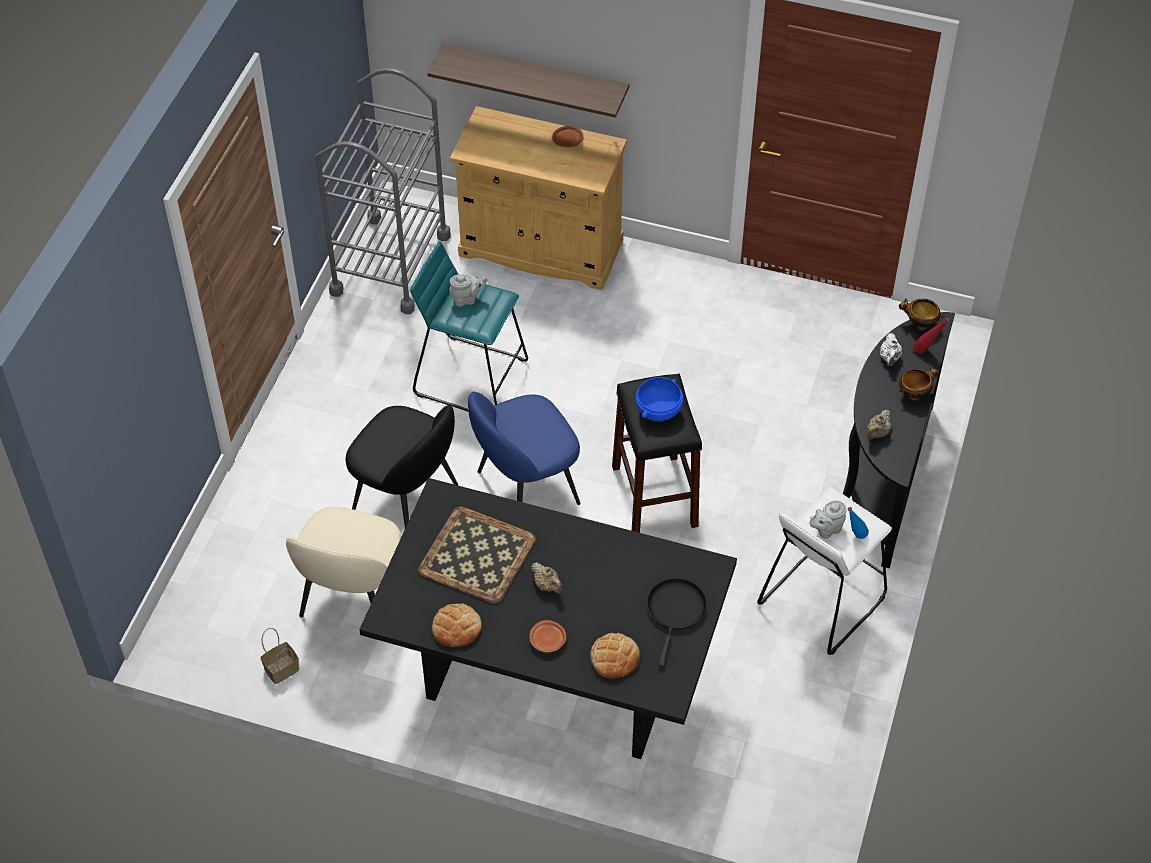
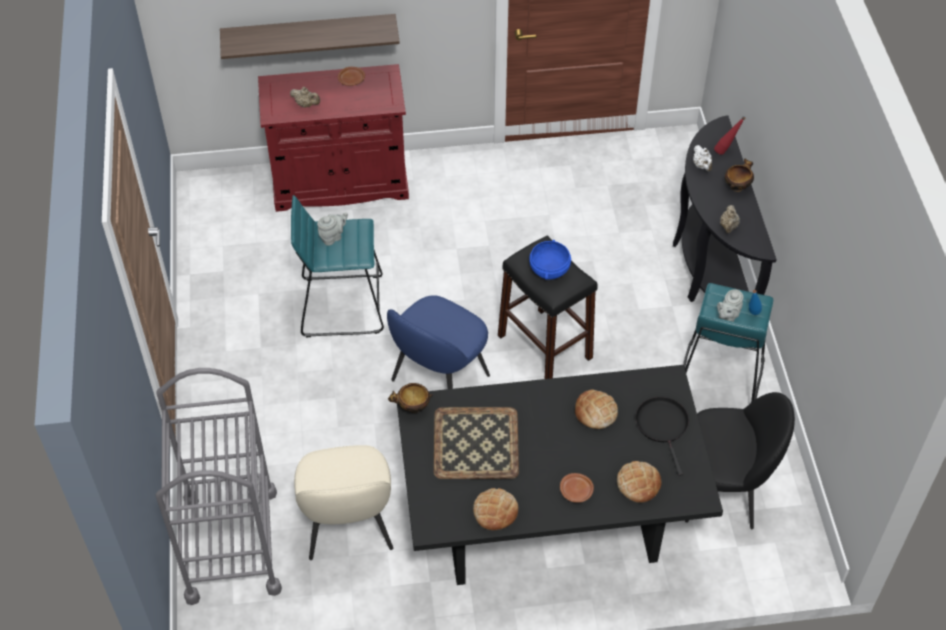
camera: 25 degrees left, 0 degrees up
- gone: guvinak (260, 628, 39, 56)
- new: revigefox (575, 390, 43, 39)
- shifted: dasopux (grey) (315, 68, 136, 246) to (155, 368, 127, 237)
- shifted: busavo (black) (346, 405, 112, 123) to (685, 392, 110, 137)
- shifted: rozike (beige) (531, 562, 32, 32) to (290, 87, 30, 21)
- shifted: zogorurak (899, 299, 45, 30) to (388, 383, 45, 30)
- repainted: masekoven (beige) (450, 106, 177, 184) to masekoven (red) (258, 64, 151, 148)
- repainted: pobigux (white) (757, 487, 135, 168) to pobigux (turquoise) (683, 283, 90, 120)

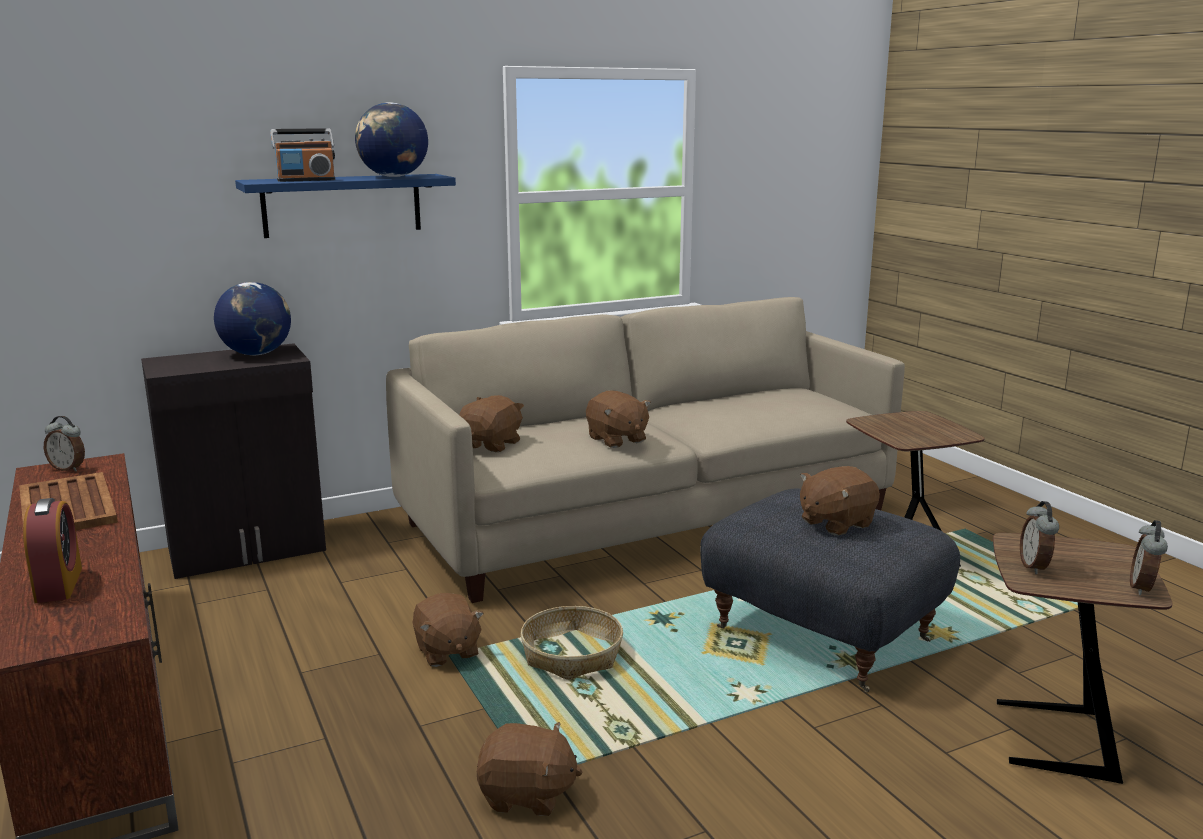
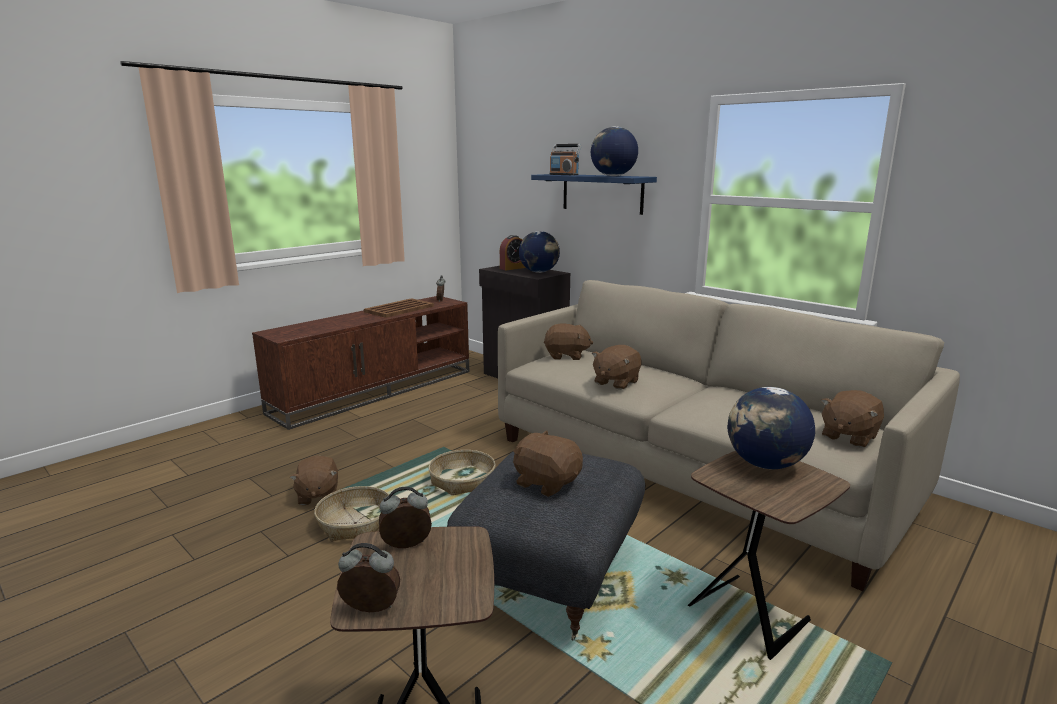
camera: 70 degrees right, 0 degrees up
- new: guvinak (314, 486, 75, 55)
- new: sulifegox (728, 387, 87, 82)
- shifted: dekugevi (23, 498, 59, 105) to (500, 235, 26, 35)
- shifted: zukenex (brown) (412, 593, 72, 74) to (821, 390, 63, 58)

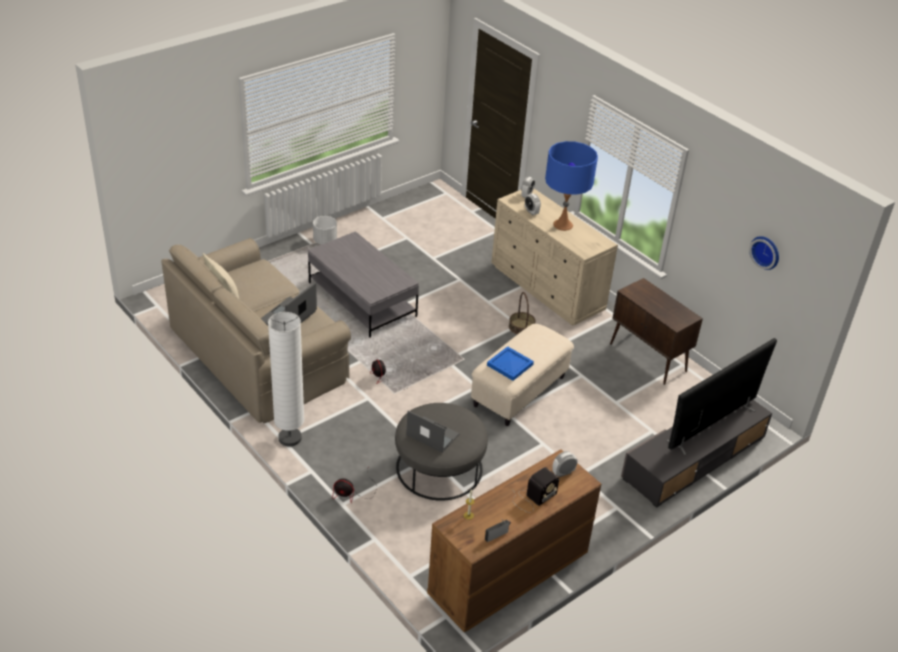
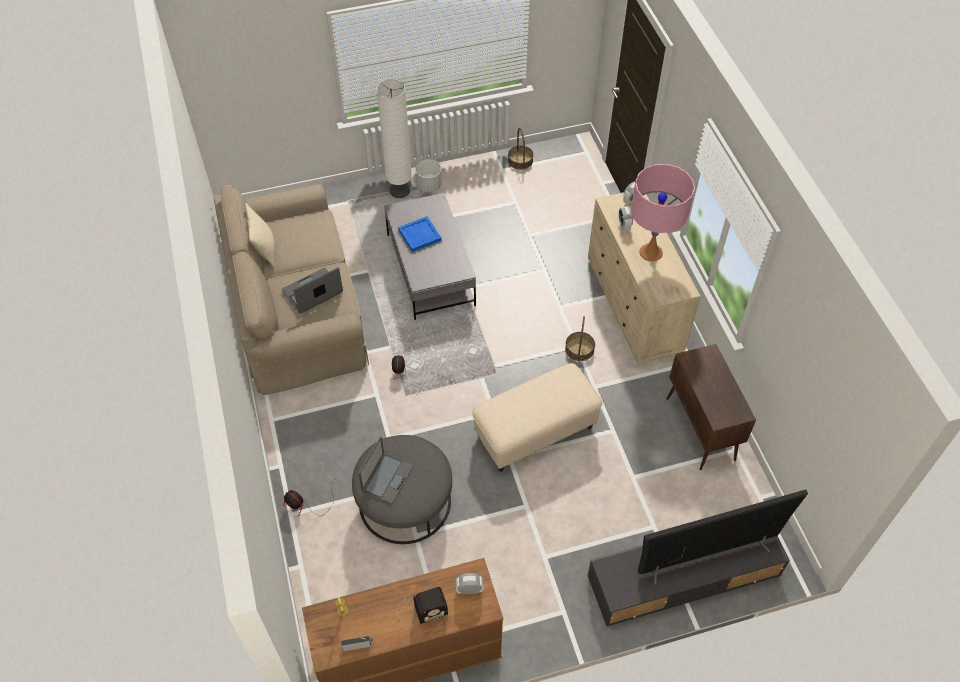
camera: 25 degrees right, 15 degrees up
- gone: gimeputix (749, 236, 30, 34)
- new: guvinak (508, 128, 25, 42)
- shifted: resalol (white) (268, 312, 36, 134) to (376, 79, 36, 119)
- shifted: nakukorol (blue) (487, 346, 47, 35) to (398, 216, 43, 36)
- repainted: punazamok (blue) (545, 141, 53, 90) to punazamok (pink) (631, 164, 64, 97)
- rotated: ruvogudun (406, 411, 54, 42) = (358, 436, 55, 68) 60 degrees clockwise

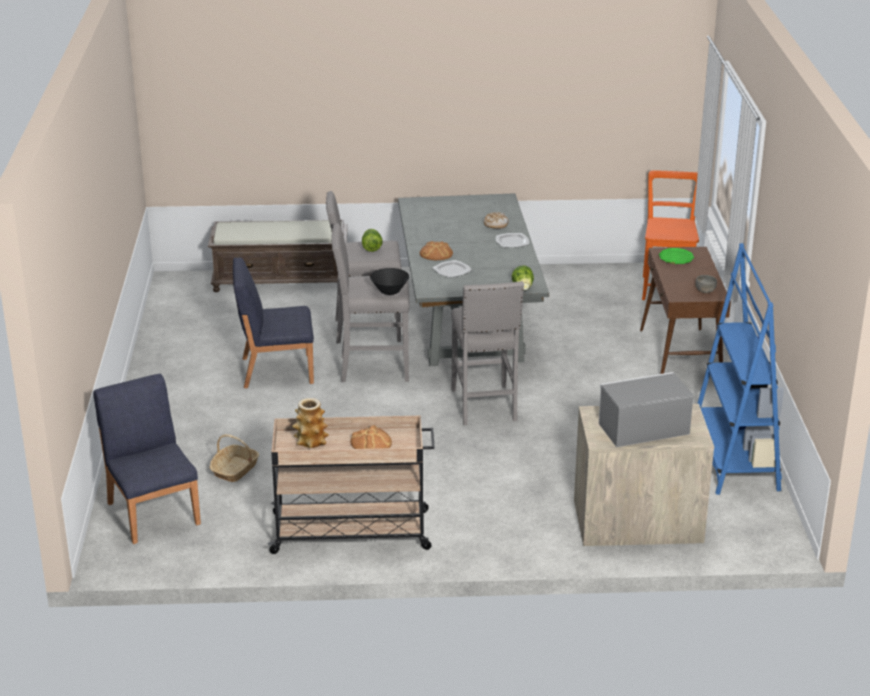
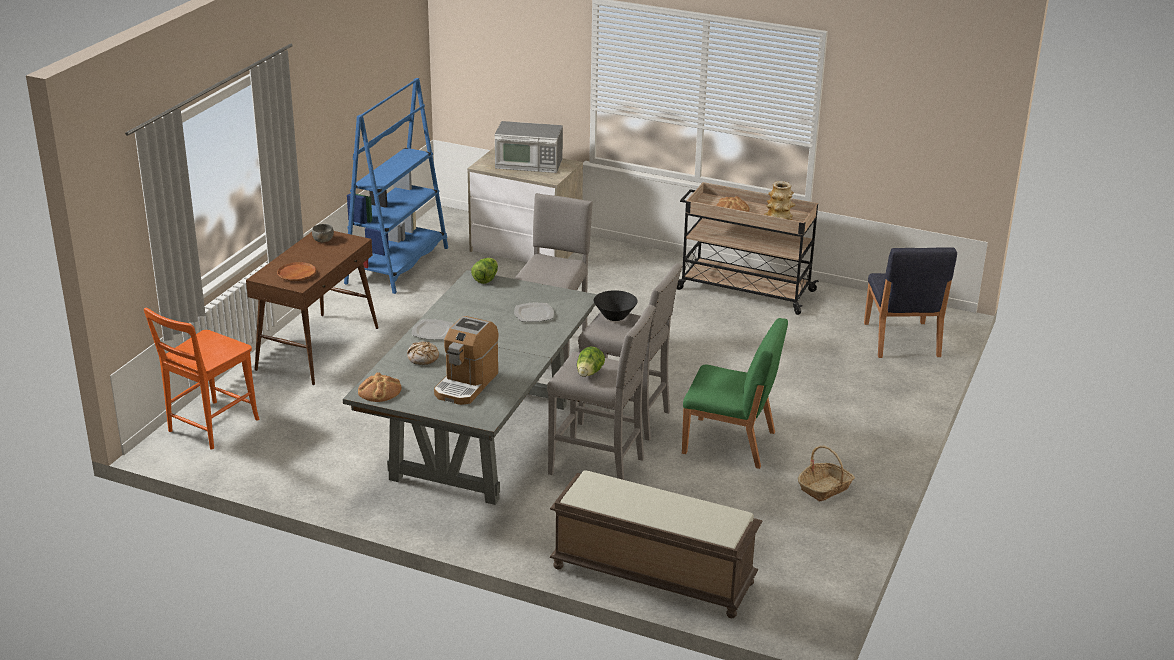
camera: 155 degrees left, 0 degrees up
- new: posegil (434, 316, 65, 89)
- shifted: guvinak (210, 434, 49, 48) to (798, 446, 57, 56)
- shifted: revigefox (420, 241, 33, 19) to (358, 372, 44, 30)
- repainted: busavo (blue) (233, 258, 81, 130) to busavo (green) (682, 318, 106, 151)
- repainted: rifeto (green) (659, 248, 35, 16) to rifeto (brown) (277, 262, 39, 19)

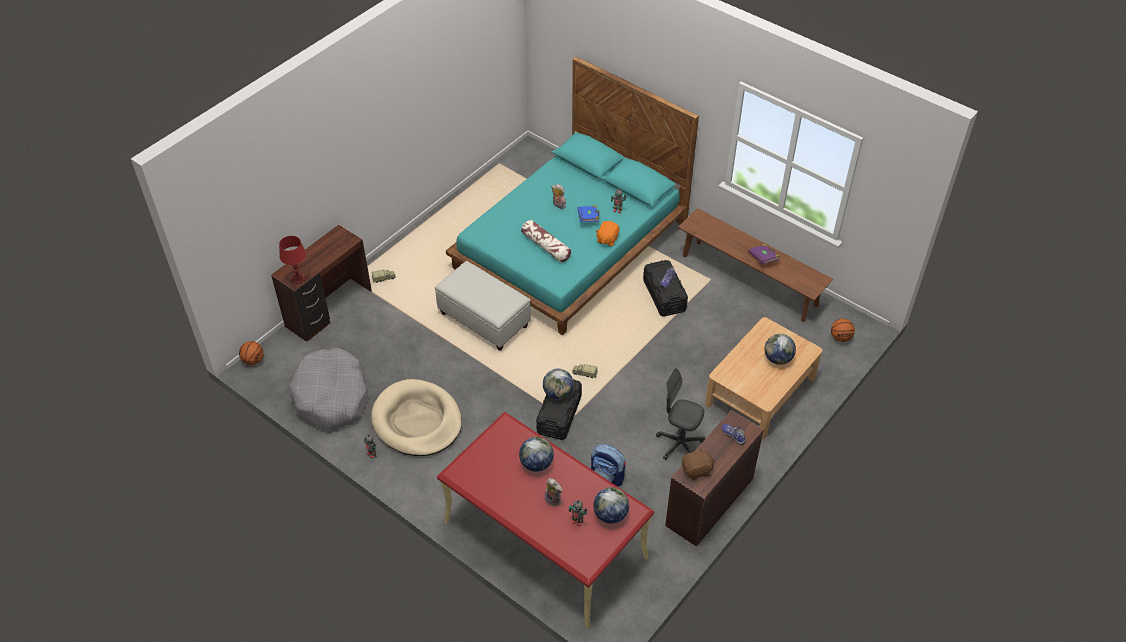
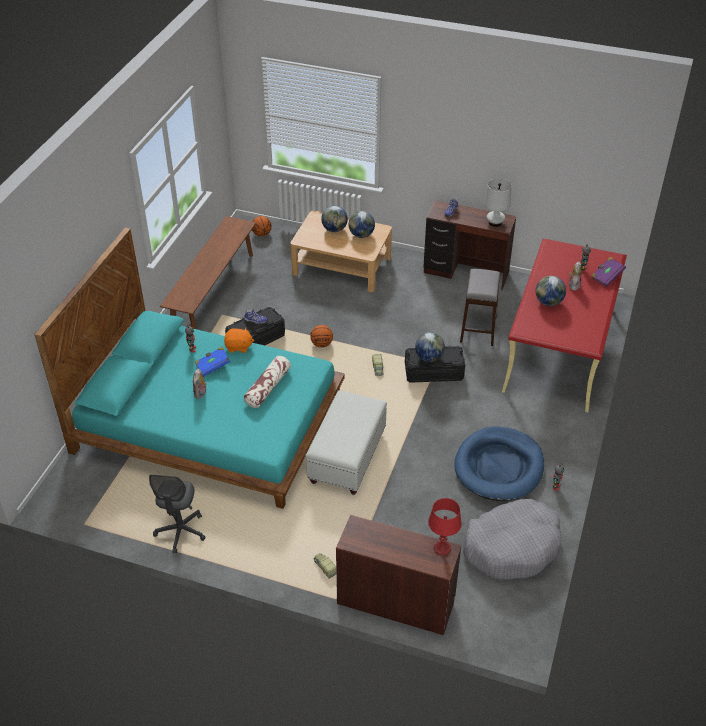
camera: 110 degrees left, 5 degrees down
- shifted: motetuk (239, 341, 25, 24) to (310, 325, 23, 23)
- shifted: sulifegox (593, 487, 36, 37) to (349, 211, 26, 27)
- shifted: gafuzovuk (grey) (656, 368, 49, 92) to (149, 475, 57, 79)
- shifted: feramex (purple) (748, 244, 31, 20) to (591, 257, 35, 30)
- swapped: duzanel (591, 444, 35, 43) to pobigux (grey) (460, 269, 40, 77)
- swapped: zukenex (brown) (682, 448, 33, 32) to punazamok (white) (484, 179, 28, 48)
- repainted: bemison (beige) (371, 379, 91, 77) to bemison (blue) (454, 426, 90, 75)

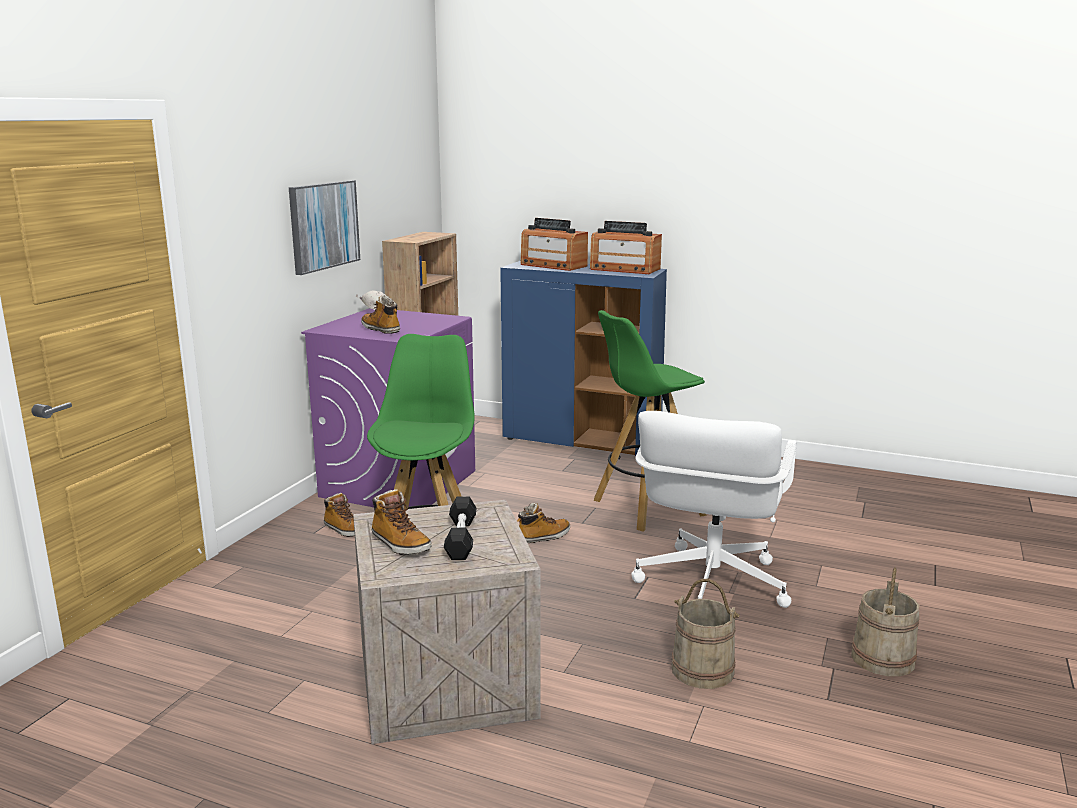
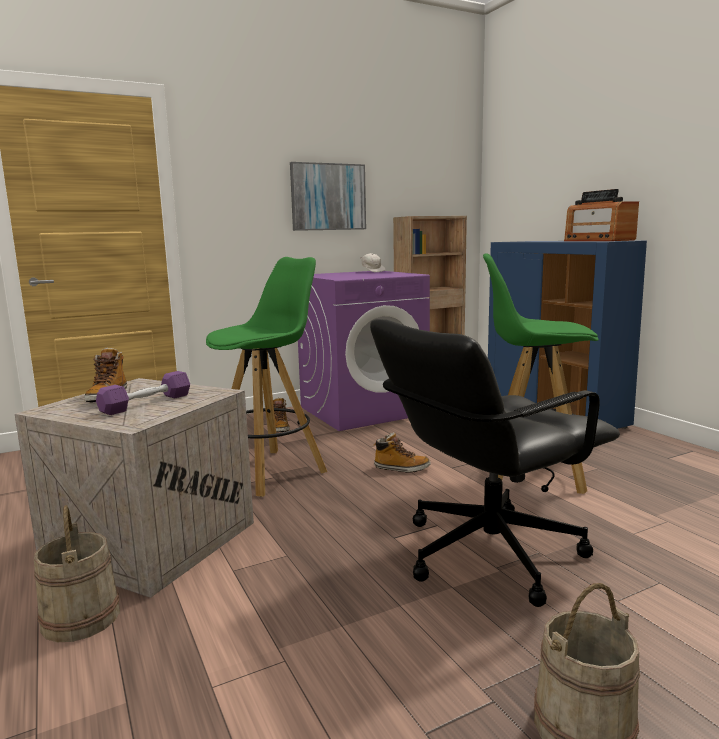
camera: 40 degrees right, 5 degrees down
- gone: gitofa (361, 295, 39, 39)
- gone: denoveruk (521, 218, 67, 53)
- shifted: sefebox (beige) (672, 579, 68, 110) to (34, 505, 86, 137)
- repainted: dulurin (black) (444, 497, 33, 63) to dulurin (purple) (96, 371, 94, 44)
- repainted: gafuzovuk (white) (632, 411, 165, 197) to gafuzovuk (black) (370, 319, 250, 288)

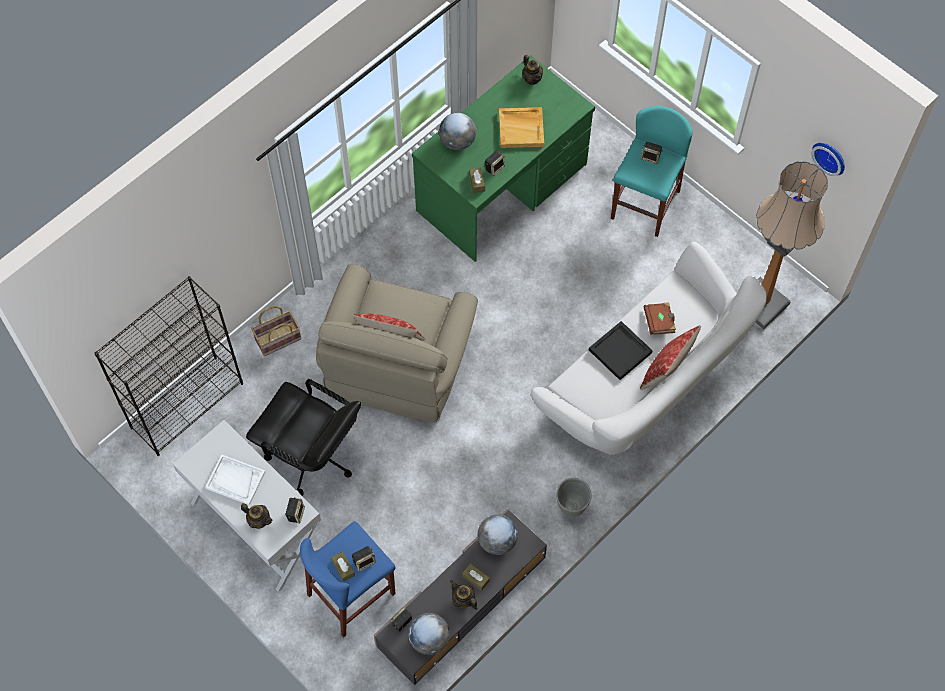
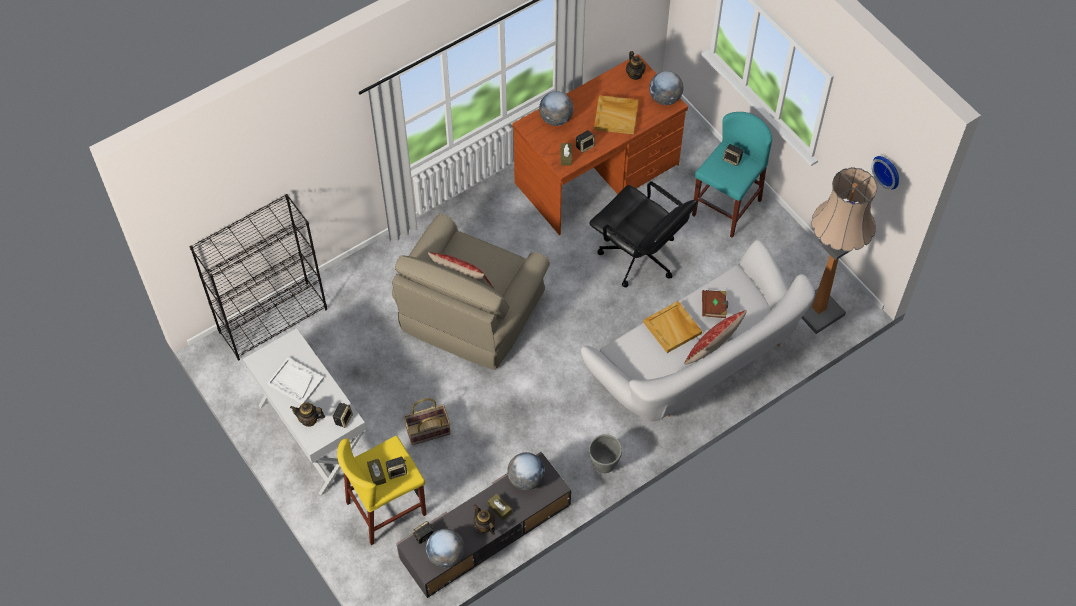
camera: 10 degrees right, 5 degrees down
- new: sulifegox (649, 71, 35, 34)
- shifted: gafuzovuk (black) (246, 379, 115, 117) to (589, 181, 108, 106)
- shifted: guvinak (251, 306, 50, 50) to (404, 398, 46, 47)
- repainted: pobigux (blue) (300, 521, 96, 117) to pobigux (yellow) (337, 436, 90, 109)
- repainted: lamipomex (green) (412, 55, 183, 207) to lamipomex (brown) (512, 54, 176, 181)
- repainted: nakukorol (black) (589, 321, 64, 59) to nakukorol (beige) (643, 301, 59, 52)
- rotated: rozike (241, 503, 32, 26) = (290, 402, 35, 25) 150 degrees clockwise

